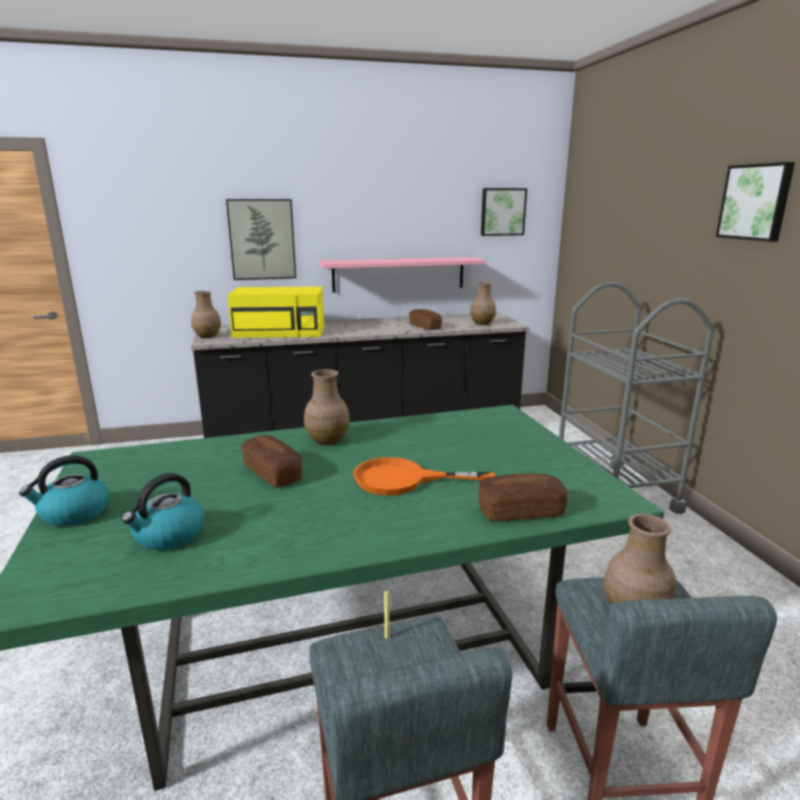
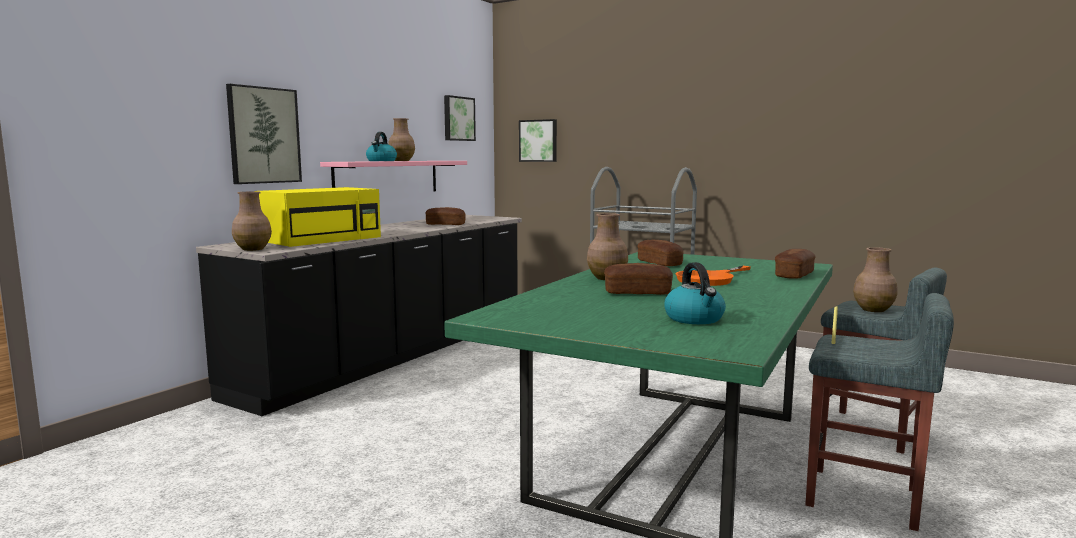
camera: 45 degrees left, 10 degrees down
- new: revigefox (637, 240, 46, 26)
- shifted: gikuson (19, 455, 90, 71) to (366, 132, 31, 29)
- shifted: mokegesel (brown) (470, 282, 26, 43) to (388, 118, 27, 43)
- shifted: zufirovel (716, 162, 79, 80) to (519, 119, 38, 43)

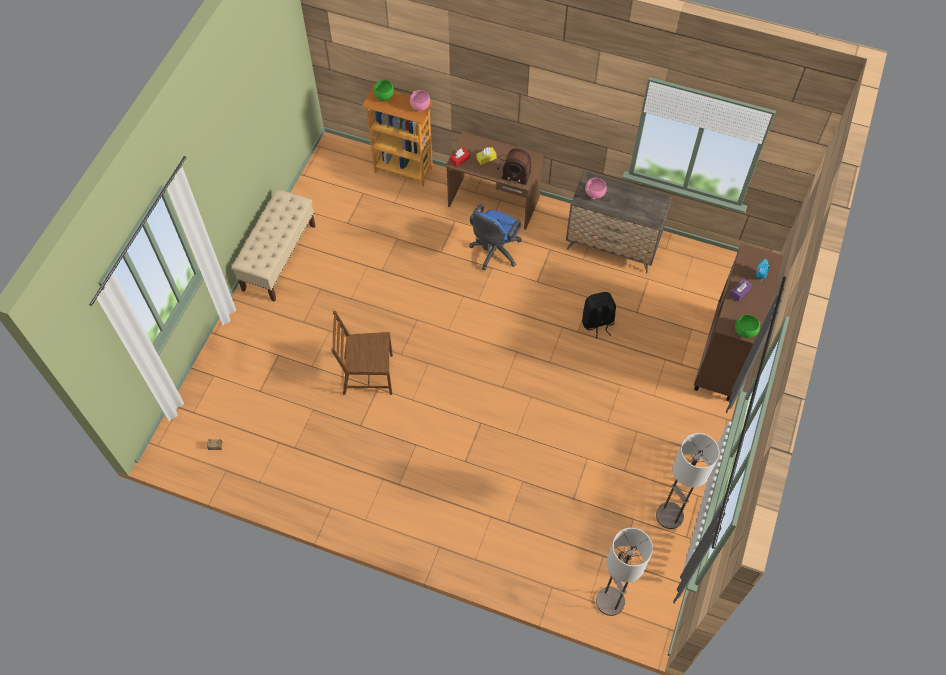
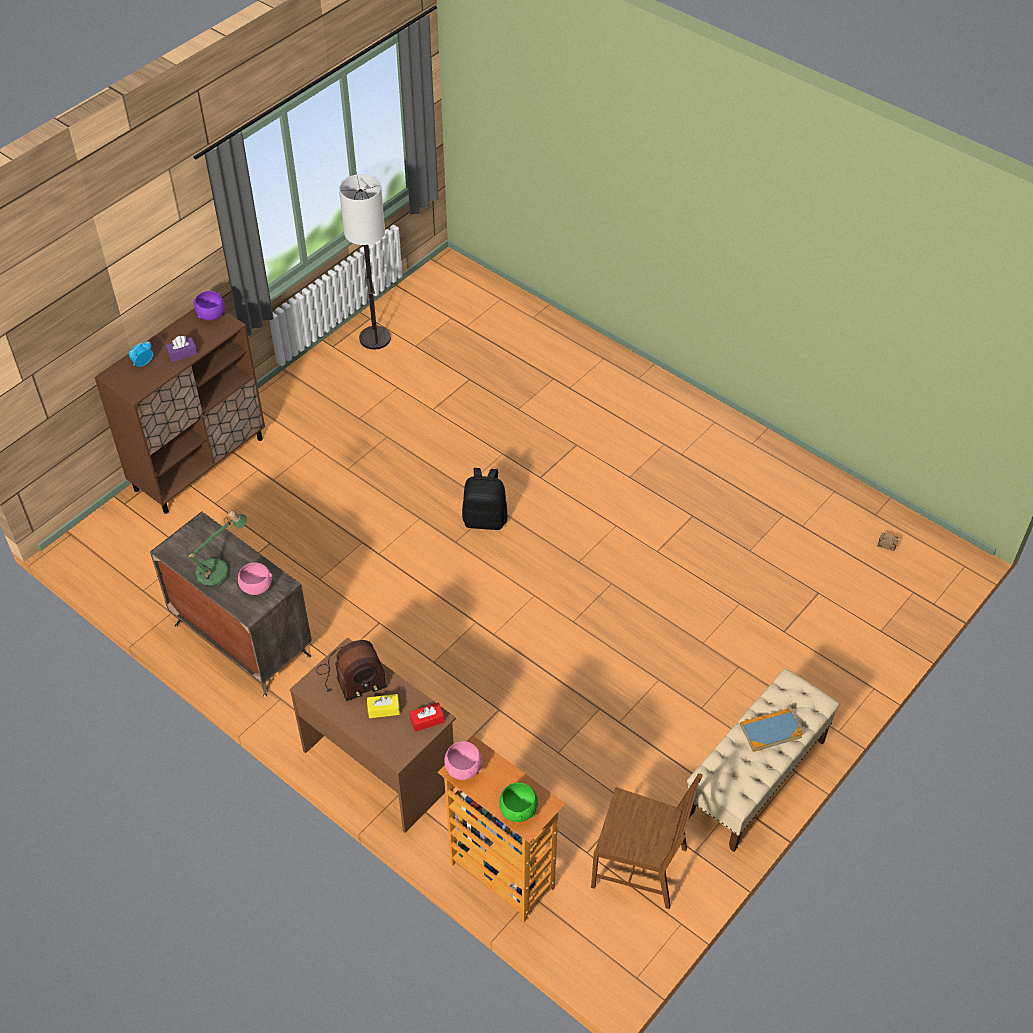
camera: 160 degrees left, 10 degrees down
- gone: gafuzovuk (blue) (469, 204, 53, 66)
- gone: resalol (596, 528, 57, 88)
- new: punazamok (187, 510, 60, 77)
- new: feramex (740, 708, 63, 44)
- shifted: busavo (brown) (331, 311, 62, 84) to (591, 773, 112, 136)
- shifted: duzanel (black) (582, 292, 34, 47) to (462, 468, 45, 62)
- repainted: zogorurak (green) (735, 315, 25, 23) to zogorurak (purple) (193, 291, 32, 30)
- rotated: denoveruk (497, 148, 34, 37) = (316, 640, 71, 61) 120 degrees clockwise

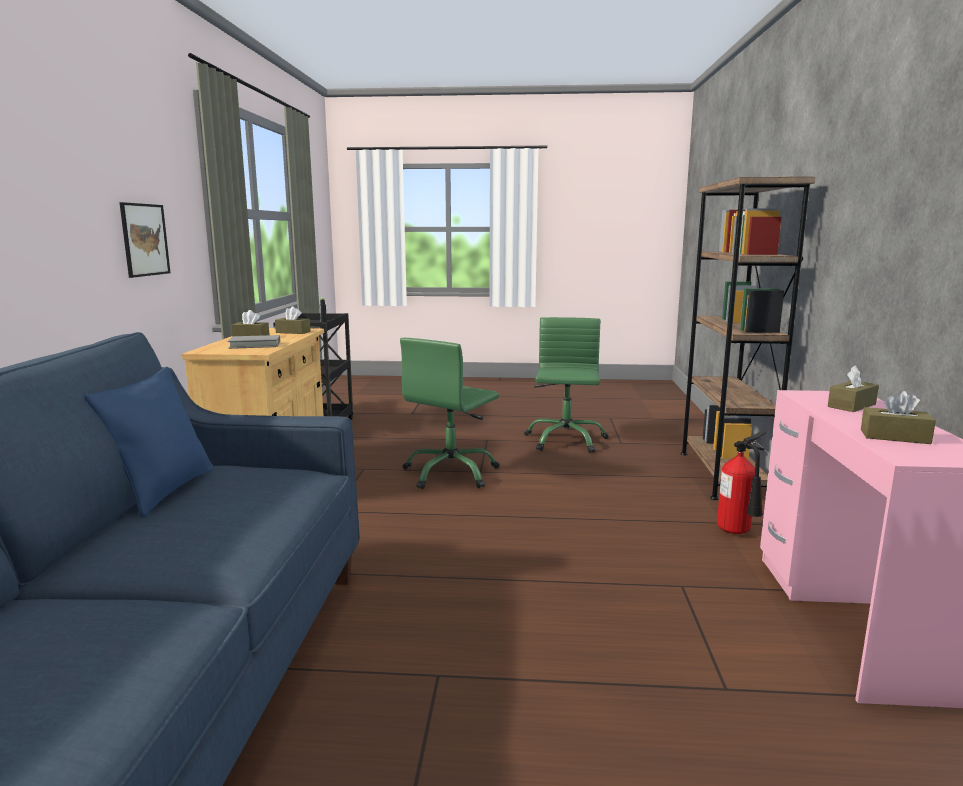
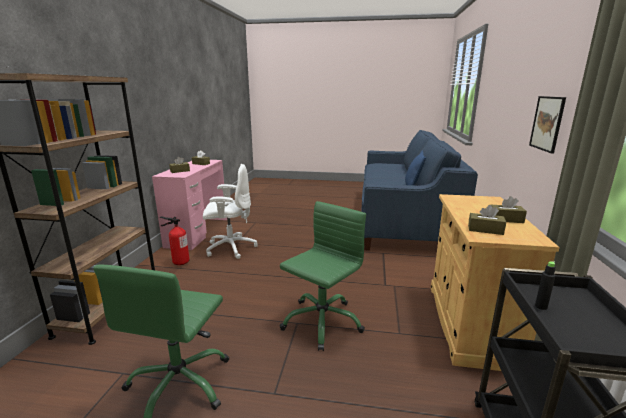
camera: 175 degrees left, 5 degrees up
- gone: feramex (grey) (228, 335, 52, 14)
- new: gafuzovuk (white) (203, 164, 55, 95)

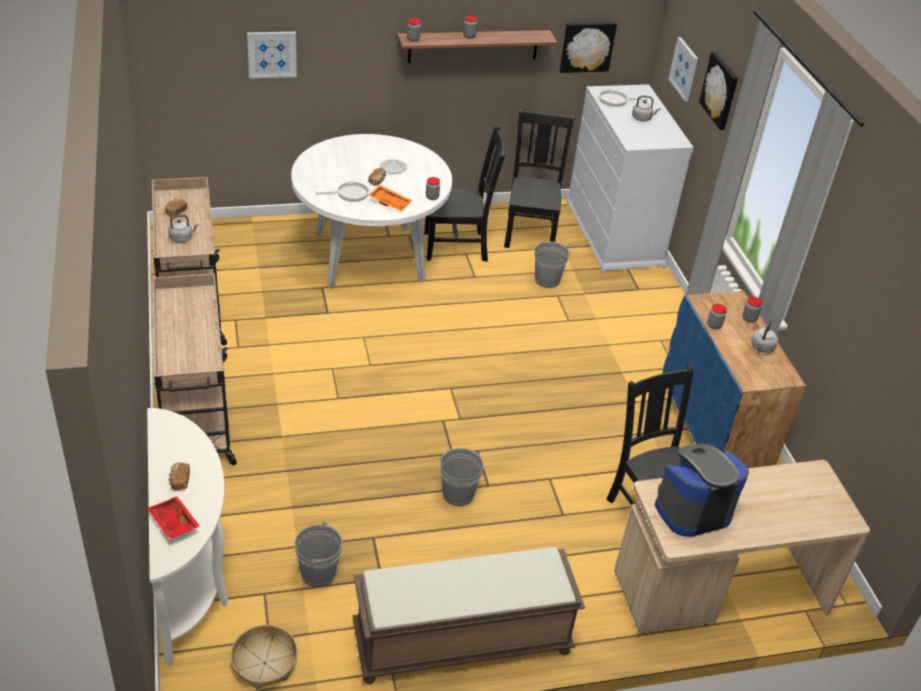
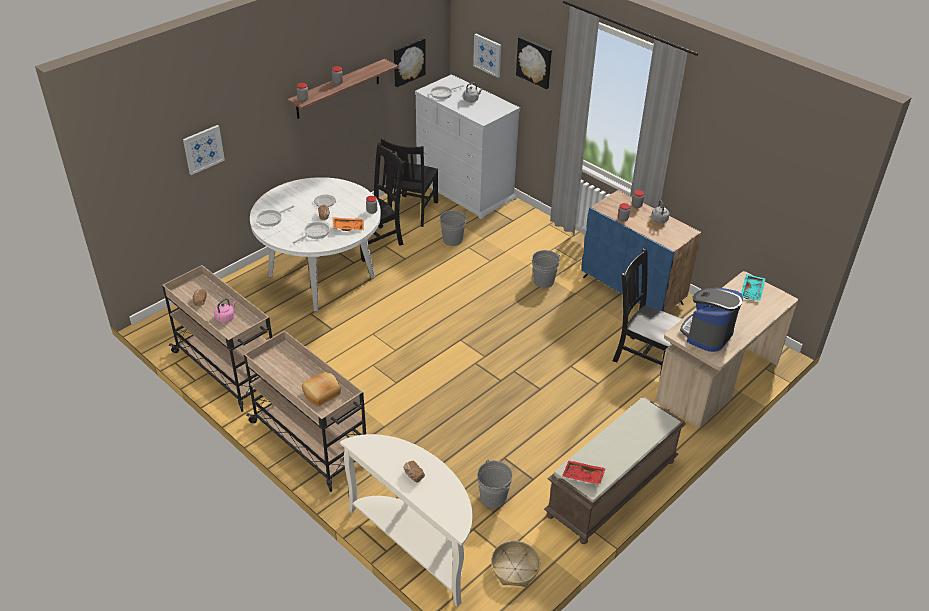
camera: 30 degrees left, 0 degrees up
- new: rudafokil (256, 206, 38, 21)
- new: revigefox (302, 372, 39, 34)
- new: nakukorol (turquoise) (741, 274, 25, 27)
- shifted: nakukorol (red) (147, 496, 53, 44) to (562, 461, 44, 24)
- shifted: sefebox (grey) (439, 448, 47, 58) to (531, 250, 29, 38)
- repainted: gikuson (grey) (168, 215, 31, 28) to gikuson (pink) (214, 298, 22, 25)
- rotated: busavo (black) (504, 108, 71, 140) = (381, 139, 57, 88) 135 degrees counterclockwise

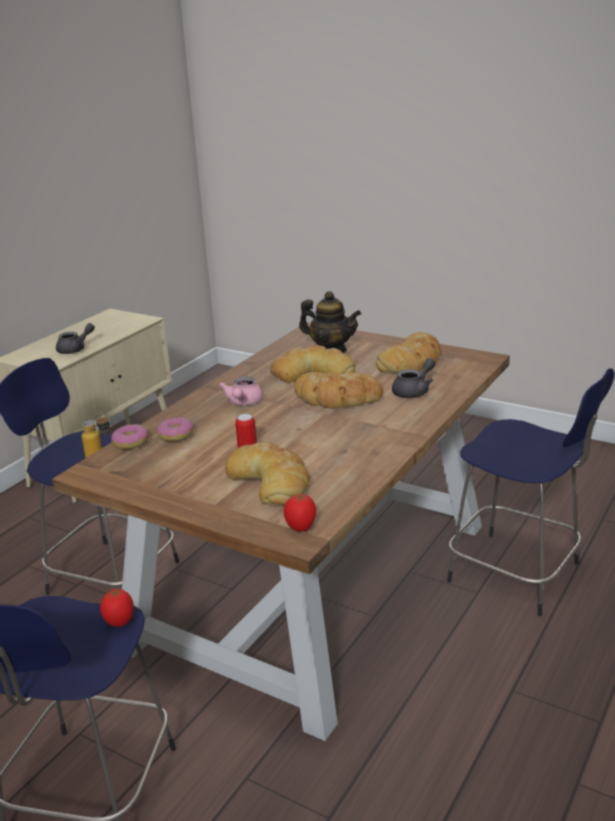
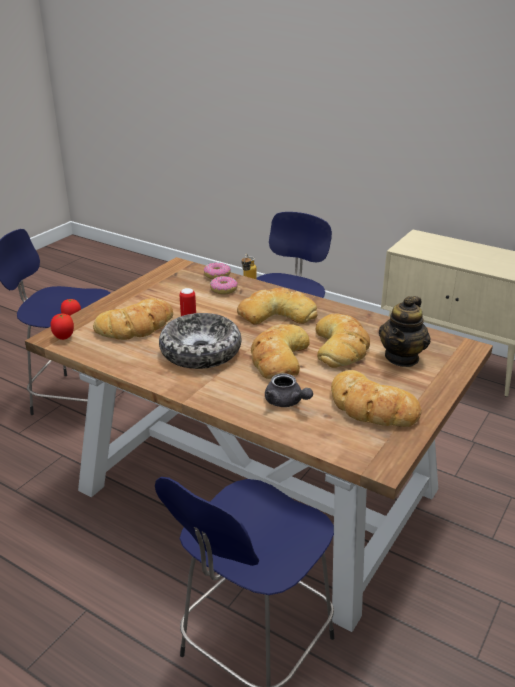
camera: 90 degrees right, 5 degrees up
- gone: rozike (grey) (56, 323, 39, 31)
- new: zogorurak (159, 313, 82, 56)
- swapped: rozike (pink) (219, 377, 44, 29) to revigefox (237, 288, 81, 37)

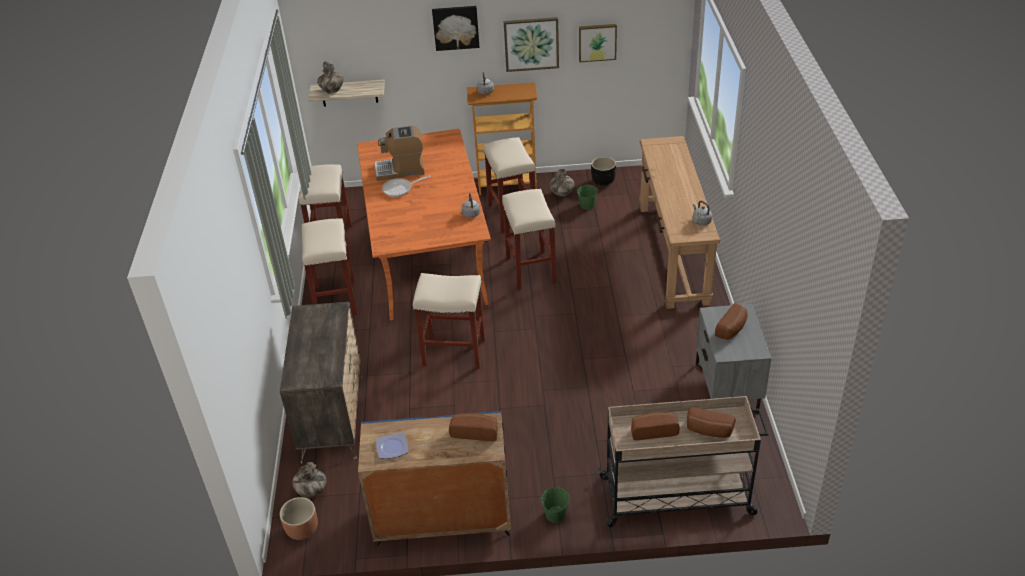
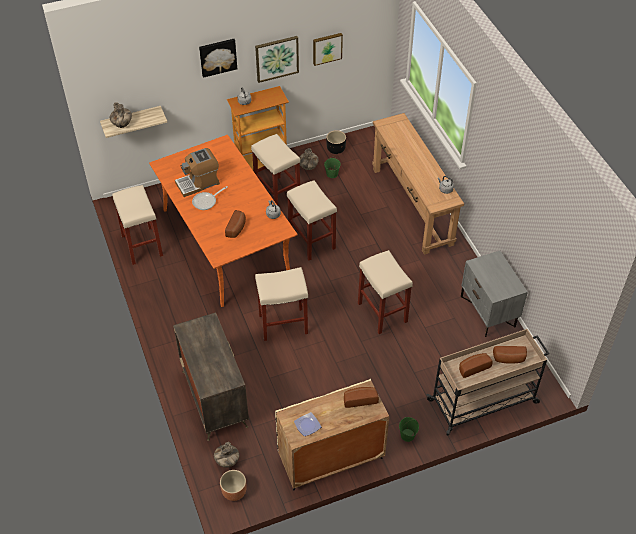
camera: 20 degrees left, 10 degrees up
- shifted: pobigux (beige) (302, 218, 55, 98) to (358, 250, 55, 84)
- shifted: revigefox (715, 303, 33, 37) to (225, 210, 21, 28)
- repainted: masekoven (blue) (358, 411, 153, 135) to masekoven (beige) (275, 379, 114, 111)

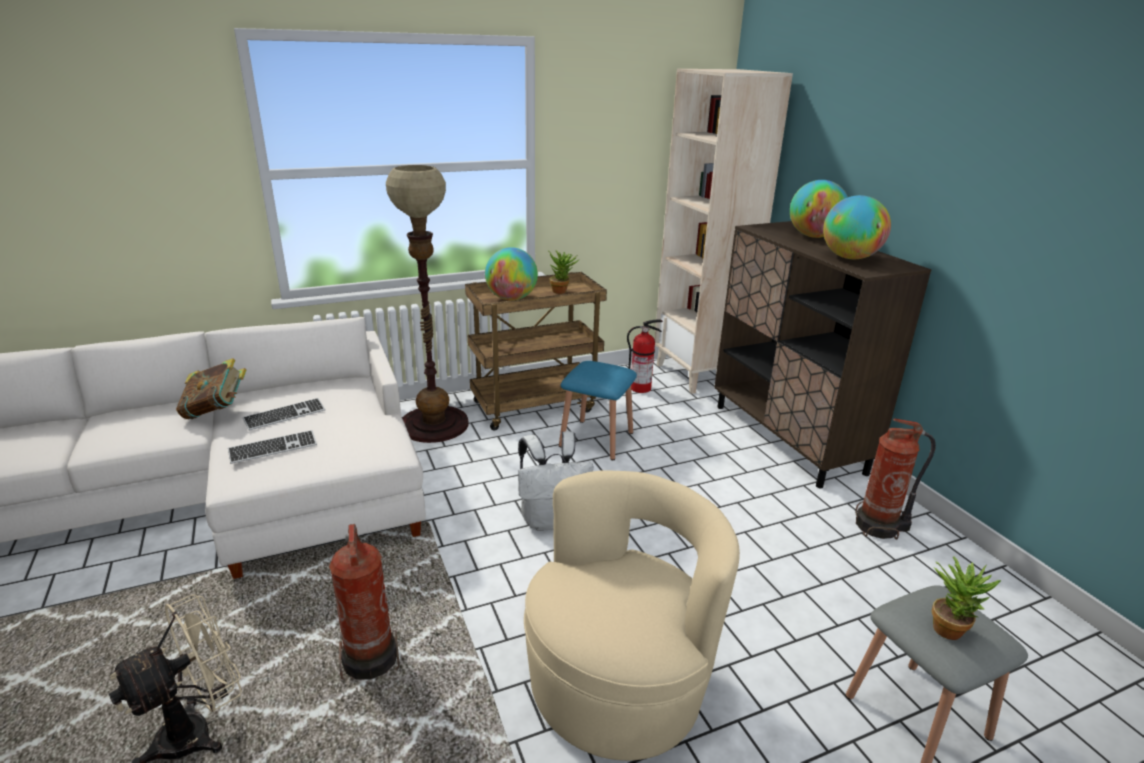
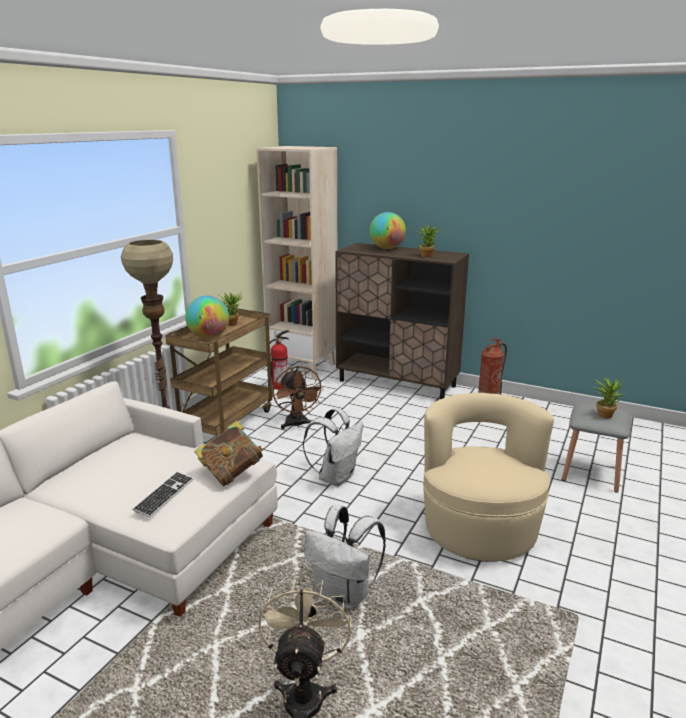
camera: 40 degrees left, 5 degrees down
- gone: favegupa (243, 398, 82, 33)
- shifted: feramex (176, 358, 70, 61) to (194, 421, 70, 66)
- swapped: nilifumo (329, 524, 71, 157) to duzanel (white) (304, 505, 82, 104)
- swapped: pobigux (blue) (559, 361, 78, 99) to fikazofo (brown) (273, 366, 51, 63)
- swapped: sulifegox (823, 195, 68, 64) to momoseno (417, 225, 22, 32)

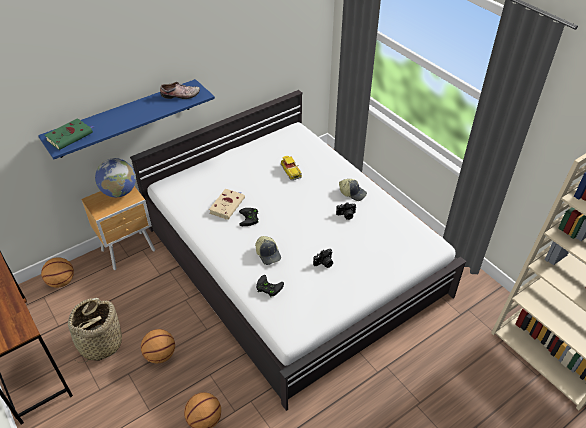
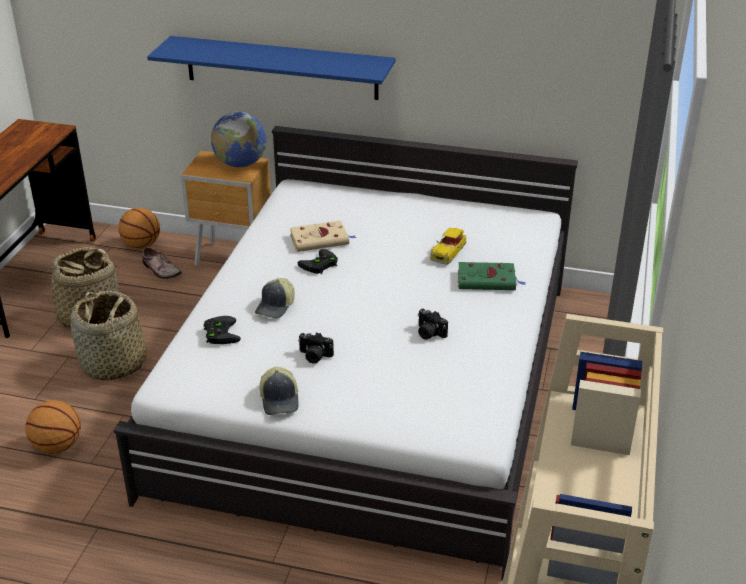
camera: 50 degrees right, 10 degrees down
- shifted: feramex (green) (45, 118, 49, 32) to (458, 262, 68, 28)
- shifted: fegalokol (160, 82, 40, 17) to (142, 247, 40, 32)
- shifted: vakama (339, 179, 28, 22) to (260, 367, 39, 48)
- swapped: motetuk (141, 329, 34, 35) to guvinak (71, 290, 76, 90)

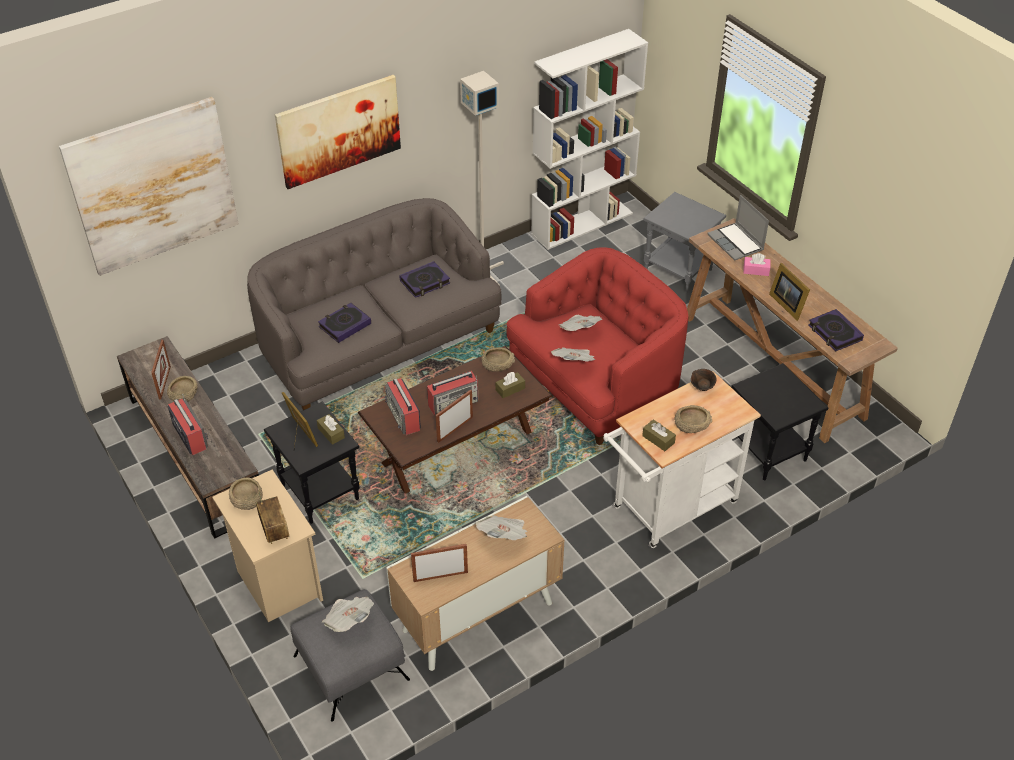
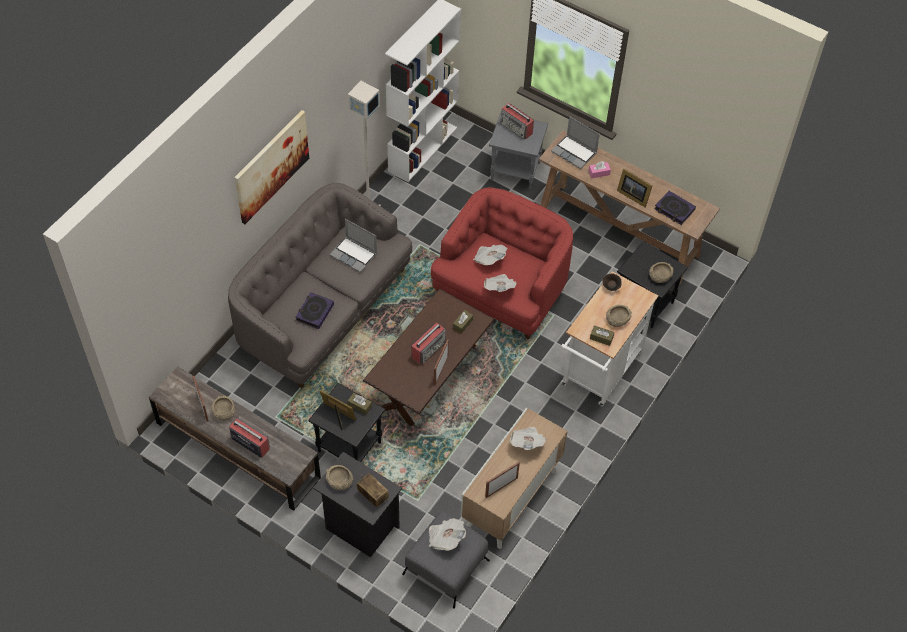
camera: 25 degrees left, 10 degrees up
- gone: zufirovel (59, 97, 180, 179)
- shifted: denoveruk (385, 378, 36, 57) to (501, 103, 33, 36)
- shifted: zogorurak (beige) (481, 347, 34, 25) to (649, 262, 25, 21)
- swapped: feramex (400, 261, 50, 37) to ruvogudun (330, 219, 47, 54)
- repainted: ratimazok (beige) (212, 470, 111, 152) to ratimazok (black) (313, 452, 89, 105)

